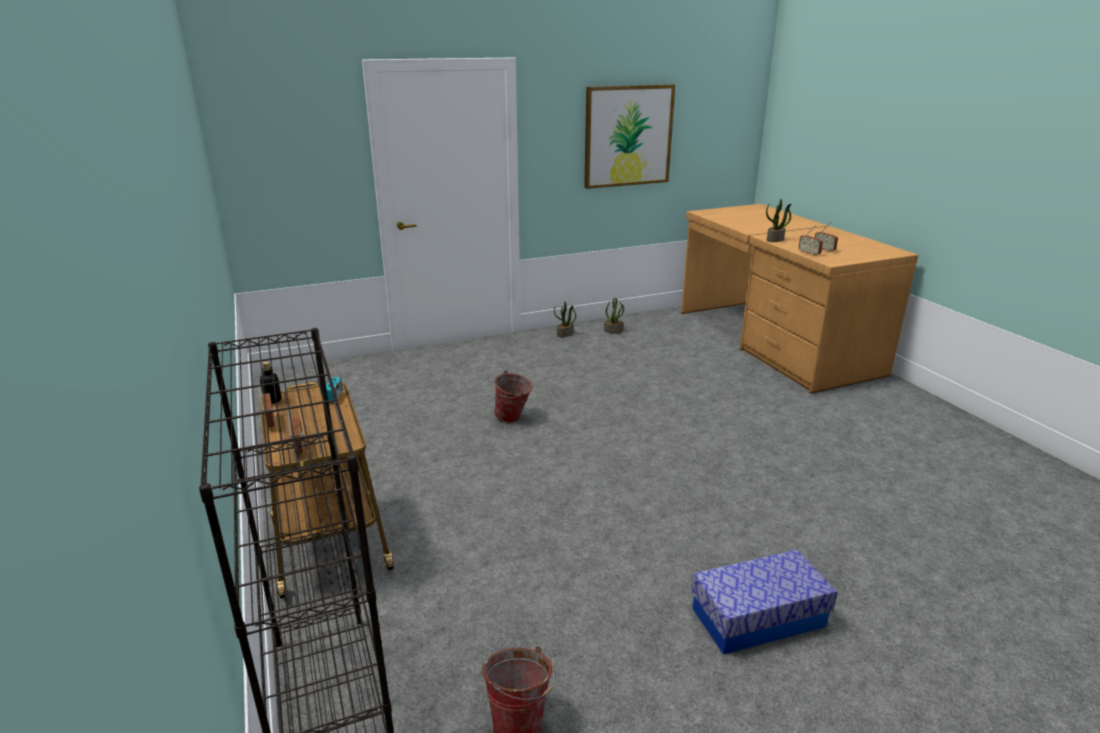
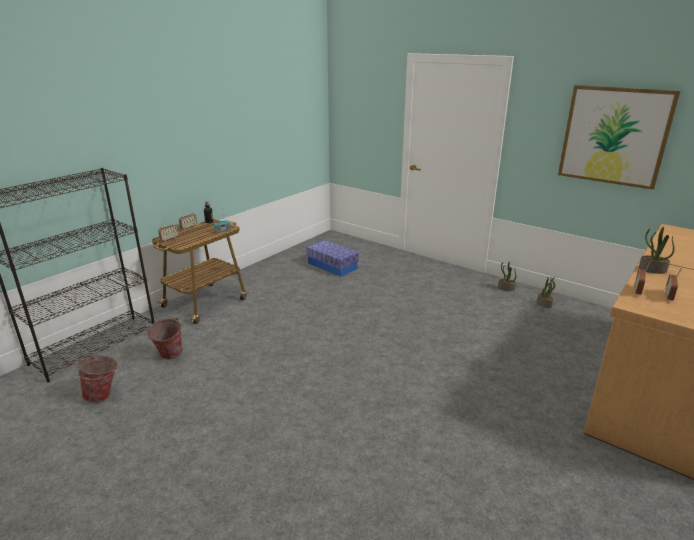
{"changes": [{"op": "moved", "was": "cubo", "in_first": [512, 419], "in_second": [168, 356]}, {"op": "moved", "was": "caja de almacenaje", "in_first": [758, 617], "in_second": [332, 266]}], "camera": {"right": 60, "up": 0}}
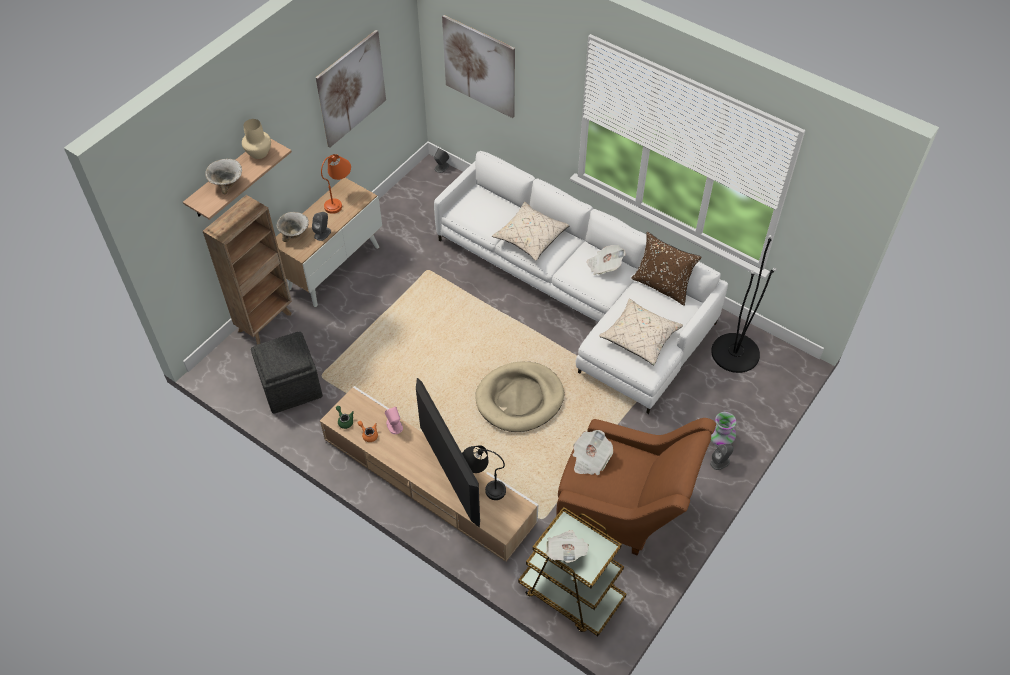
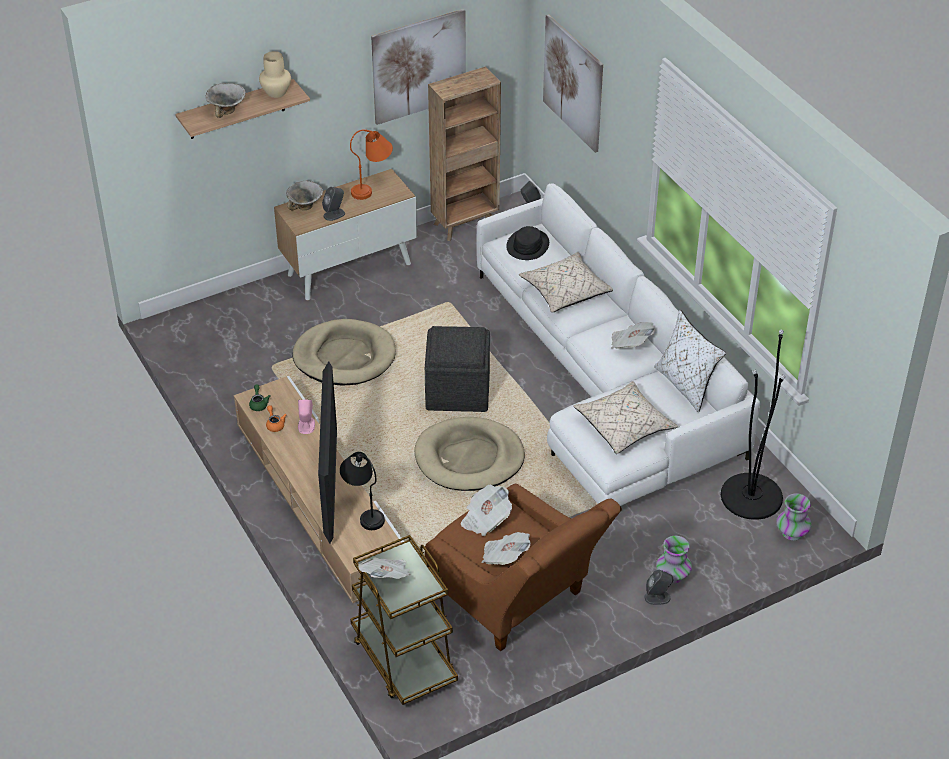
{"changes": [{"op": "added", "now": "cama para perro (beis)", "in_second": [344, 356]}, {"op": "moved", "was": "puf (gris)", "in_first": [291, 386], "in_second": [458, 391]}, {"op": "moved", "was": "estantería (marrón)", "in_first": [266, 321], "in_second": [465, 224]}, {"op": "added", "now": "periódico", "in_second": [504, 557]}, {"op": "added", "now": "sombrero (negro)", "in_second": [528, 245]}, {"op": "recoloured", "was": "cojín (marrón)", "now": "cojín (blanco)", "in_first": [662, 286], "in_second": [686, 385]}, {"op": "added", "now": "florero", "in_second": [792, 533]}], "camera": {"right": 25, "up": -10}}
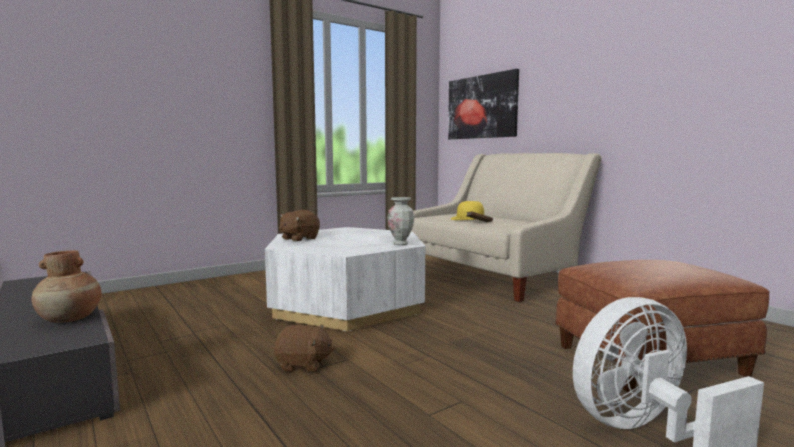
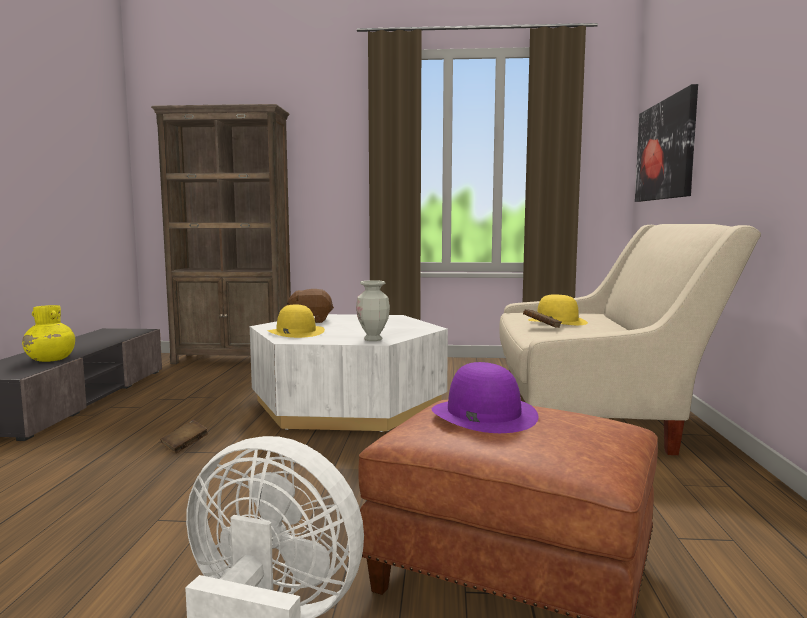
{"changes": [{"op": "recoloured", "was": "florero (marrón)", "now": "florero (amarillo)", "in_first": [70, 319], "in_second": [50, 360]}, {"op": "added", "now": "estantería (marrón)", "in_second": [233, 360]}, {"op": "replaced", "was": "peluche (marrón)", "now": "libro (marrón)", "in_first": [303, 365], "in_second": [185, 446]}, {"op": "added", "now": "sombrero (amarillo)", "in_second": [296, 332]}, {"op": "added", "now": "sombrero (morado)", "in_second": [483, 414]}], "camera": {"right": 40, "up": 0}}
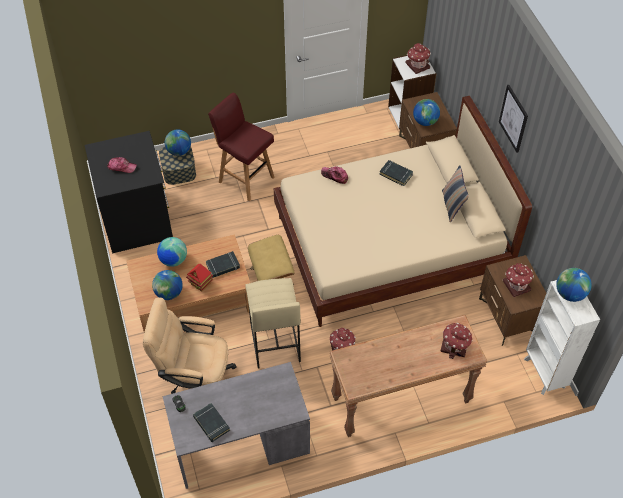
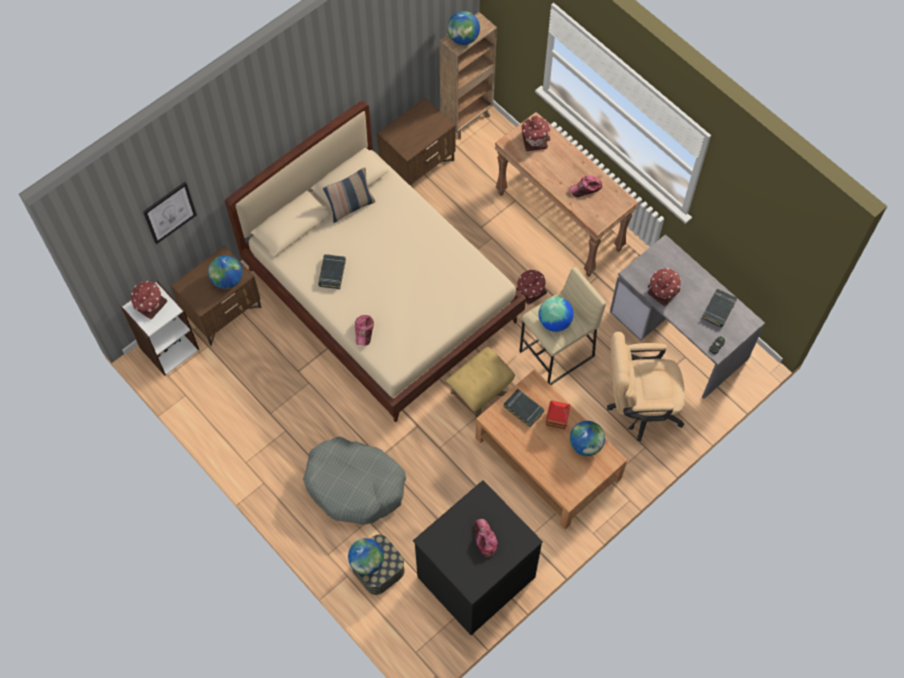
{"changes": [{"op": "moved", "was": "cuadro", "in_first": [513, 118], "in_second": [169, 212]}, {"op": "replaced", "was": "taburete (rojo)", "now": "cama para perro (gris)", "in_first": [245, 179], "in_second": [355, 485]}, {"op": "recoloured", "was": "estantería (blanco)", "now": "estantería (marrón)", "in_first": [544, 374], "in_second": [467, 119]}, {"op": "moved", "was": "globo terráqueo", "in_first": [173, 260], "in_second": [555, 322]}, {"op": "added", "now": "gorra", "in_second": [586, 188]}, {"op": "turned", "was": "silla de oficina (beis)", "in_first": [195, 379], "in_second": [638, 407], "clockwise": 105}, {"op": "moved", "was": "casita", "in_first": [516, 285], "in_second": [662, 292]}], "camera": {"right": -115, "up": 10}}
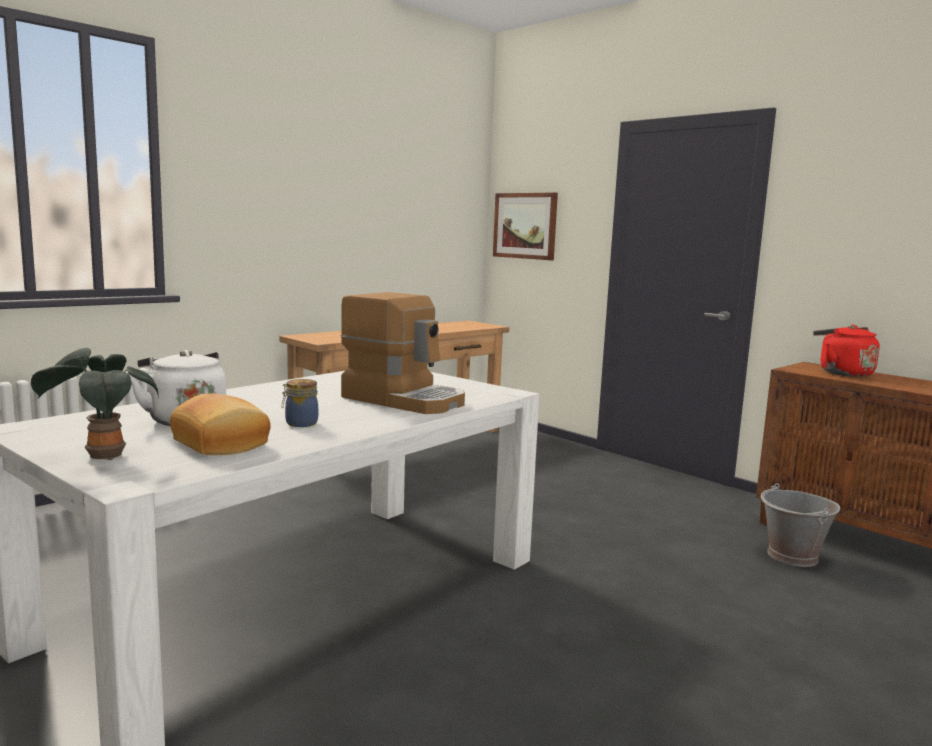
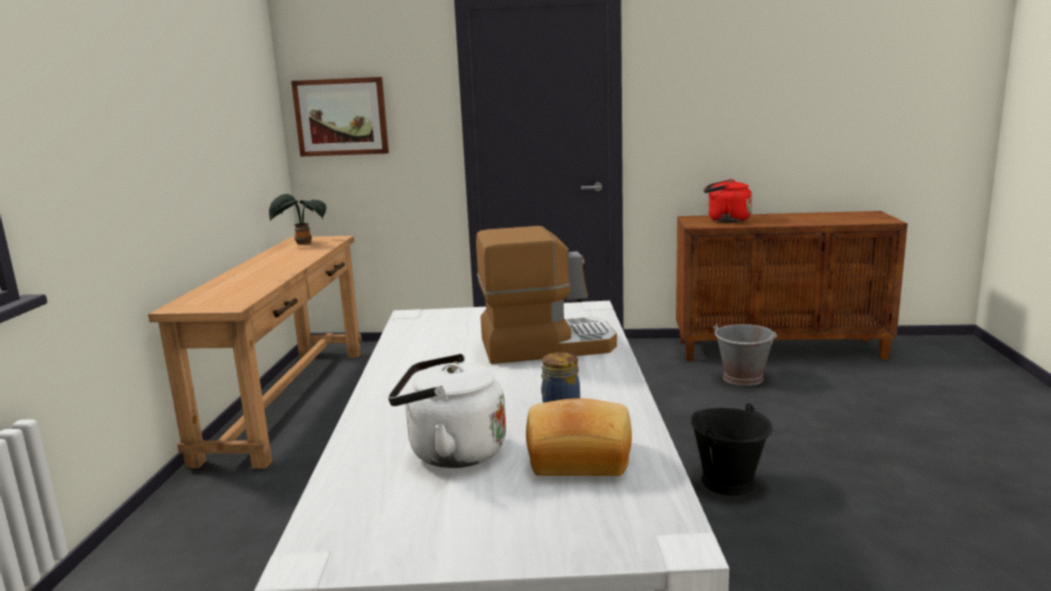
{"changes": [{"op": "moved", "was": "planta en maceta", "in_first": [101, 456], "in_second": [301, 243]}, {"op": "added", "now": "cubo (negro)", "in_second": [728, 481]}], "camera": {"right": -40, "up": 5}}
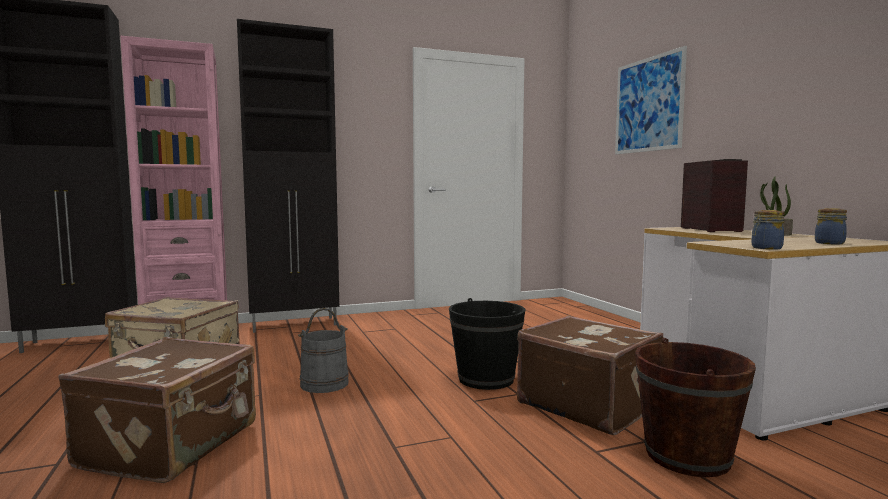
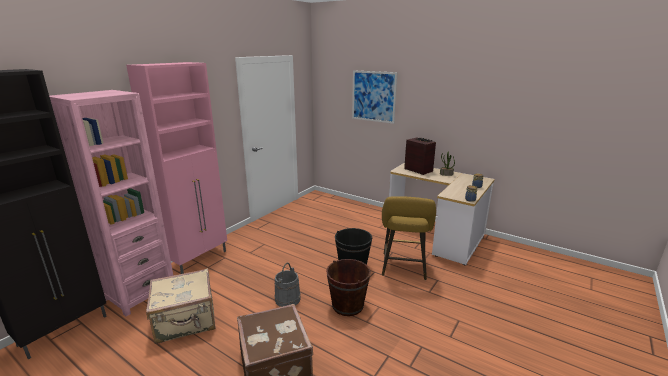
{"changes": [{"op": "recoloured", "was": "armario (negro)", "now": "armario (rosa)", "in_first": [295, 324], "in_second": [199, 259]}, {"op": "moved", "was": "cubo (marrón)", "in_first": [687, 456], "in_second": [347, 305]}, {"op": "replaced", "was": "maleta (marrón)", "now": "taburete (amarillo)", "in_first": [587, 404], "in_second": [403, 268]}], "camera": {"right": -35, "up": 15}}
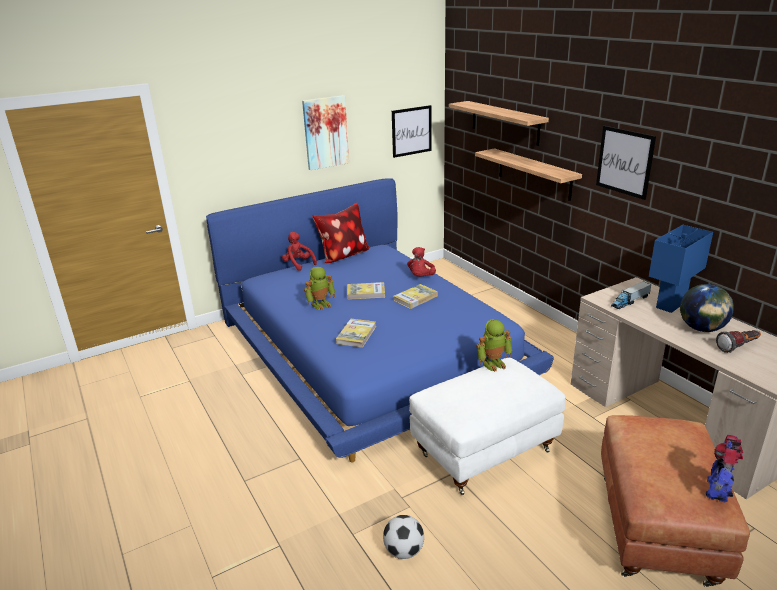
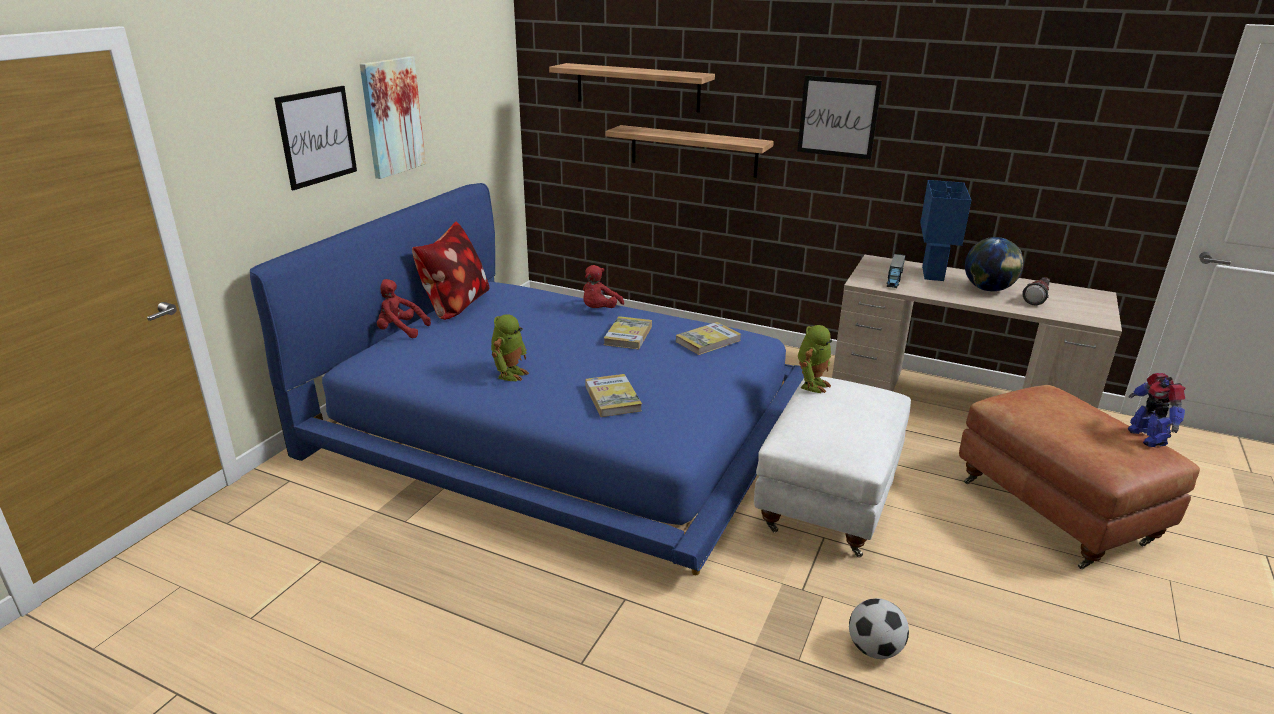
{"changes": [{"op": "moved", "was": "cuadro", "in_first": [411, 131], "in_second": [317, 136]}, {"op": "turned", "was": "peluche (rojo)", "in_first": [421, 277], "in_second": [599, 310], "clockwise": 45}, {"op": "moved", "was": "libro", "in_first": [366, 293], "in_second": [708, 341]}], "camera": {"right": -35, "up": 0}}
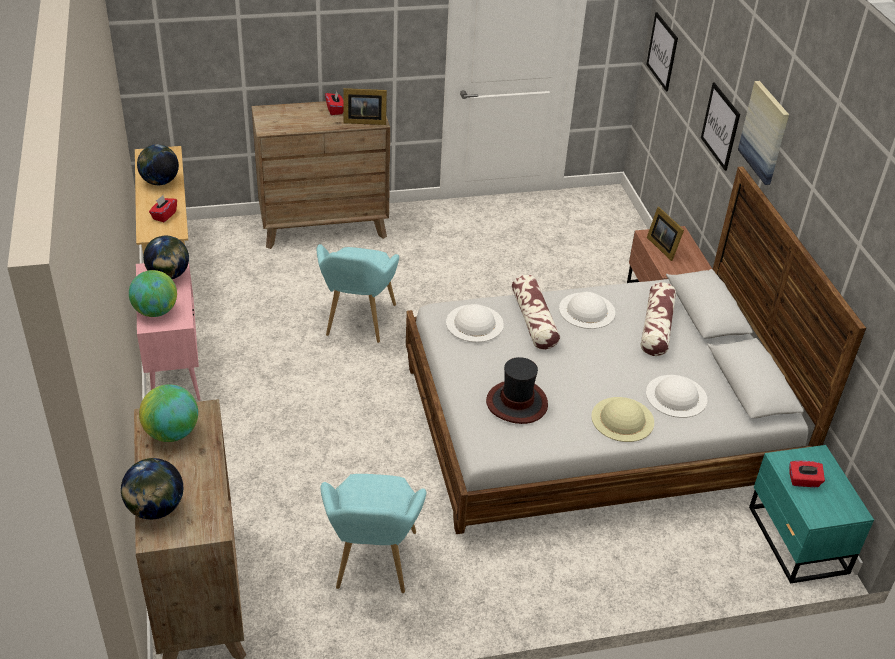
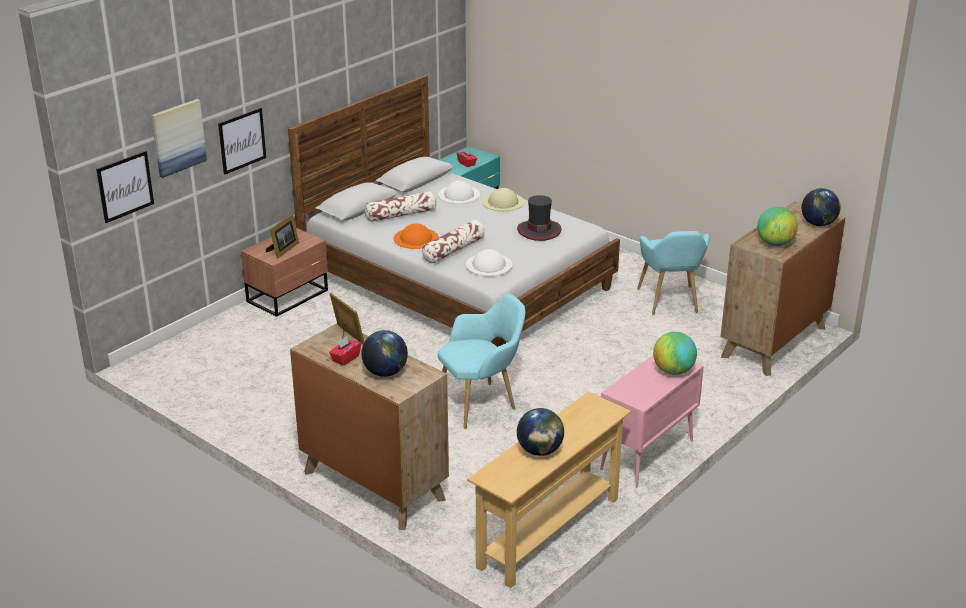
{"changes": [{"op": "moved", "was": "cuadro", "in_first": [764, 132], "in_second": [178, 137]}, {"op": "moved", "was": "globo terráqueo", "in_first": [168, 275], "in_second": [385, 373]}, {"op": "recoloured", "was": "sombrero (blanco)", "now": "sombrero (naranja)", "in_first": [586, 310], "in_second": [416, 238]}, {"op": "turned", "was": "sillón (turquesa)", "in_first": [372, 565], "in_second": [670, 303], "clockwise": 120}, {"op": "removed", "was": "caja de pañuelos (rojo)", "in_first": [164, 215]}], "camera": {"right": -125, "up": -10}}
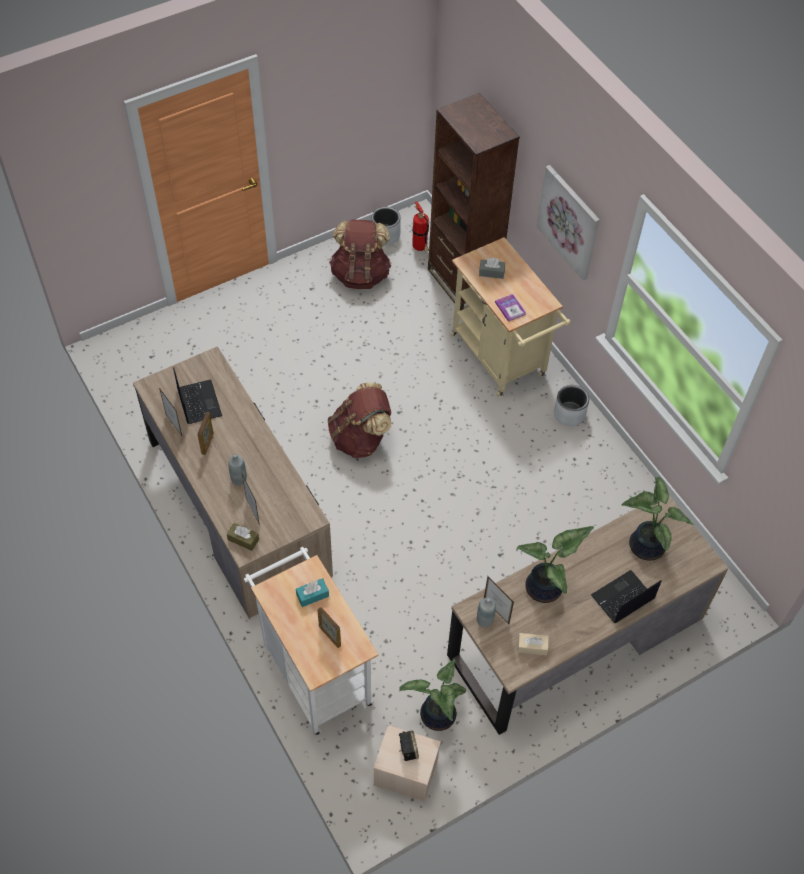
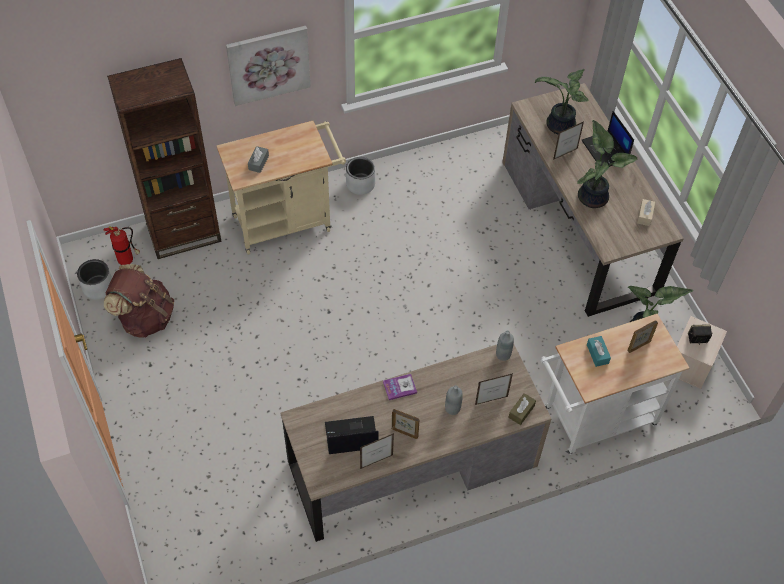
{"changes": [{"op": "moved", "was": "libro", "in_first": [510, 308], "in_second": [399, 387]}, {"op": "moved", "was": "botella (gris)", "in_first": [484, 620], "in_second": [503, 355]}, {"op": "moved", "was": "portarretratos", "in_first": [496, 611], "in_second": [565, 154]}, {"op": "removed", "was": "mochila (marrón)", "in_first": [360, 438]}], "camera": {"right": -80, "up": 0}}
